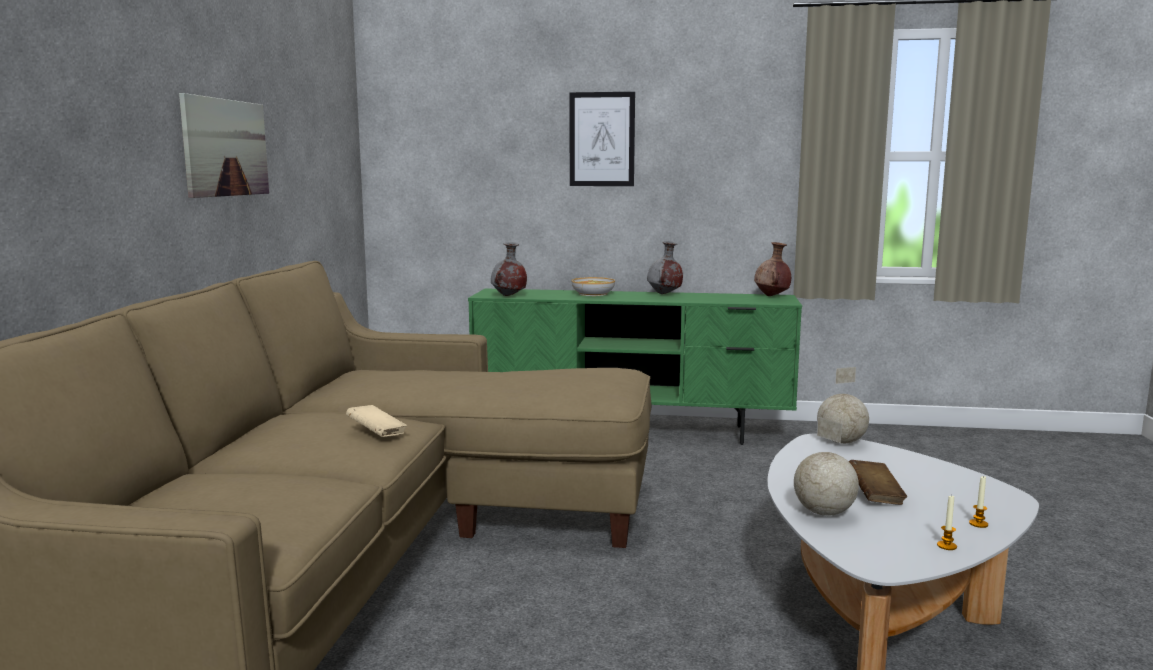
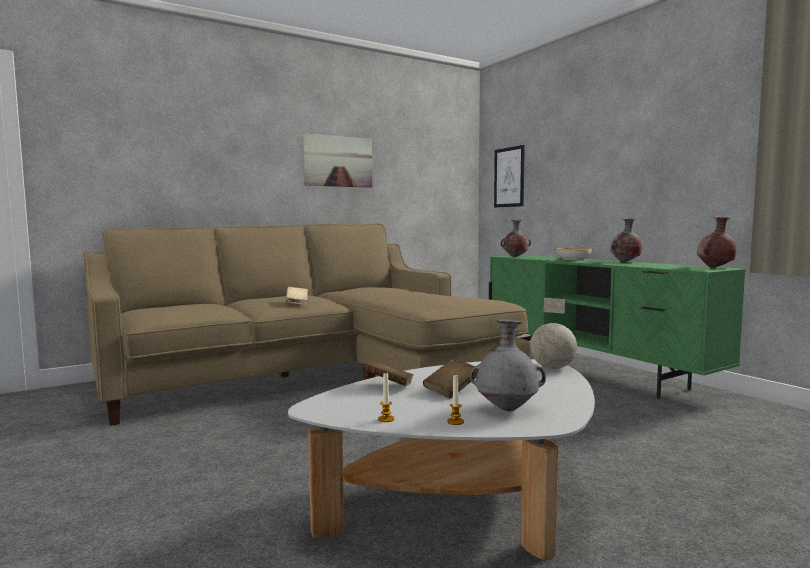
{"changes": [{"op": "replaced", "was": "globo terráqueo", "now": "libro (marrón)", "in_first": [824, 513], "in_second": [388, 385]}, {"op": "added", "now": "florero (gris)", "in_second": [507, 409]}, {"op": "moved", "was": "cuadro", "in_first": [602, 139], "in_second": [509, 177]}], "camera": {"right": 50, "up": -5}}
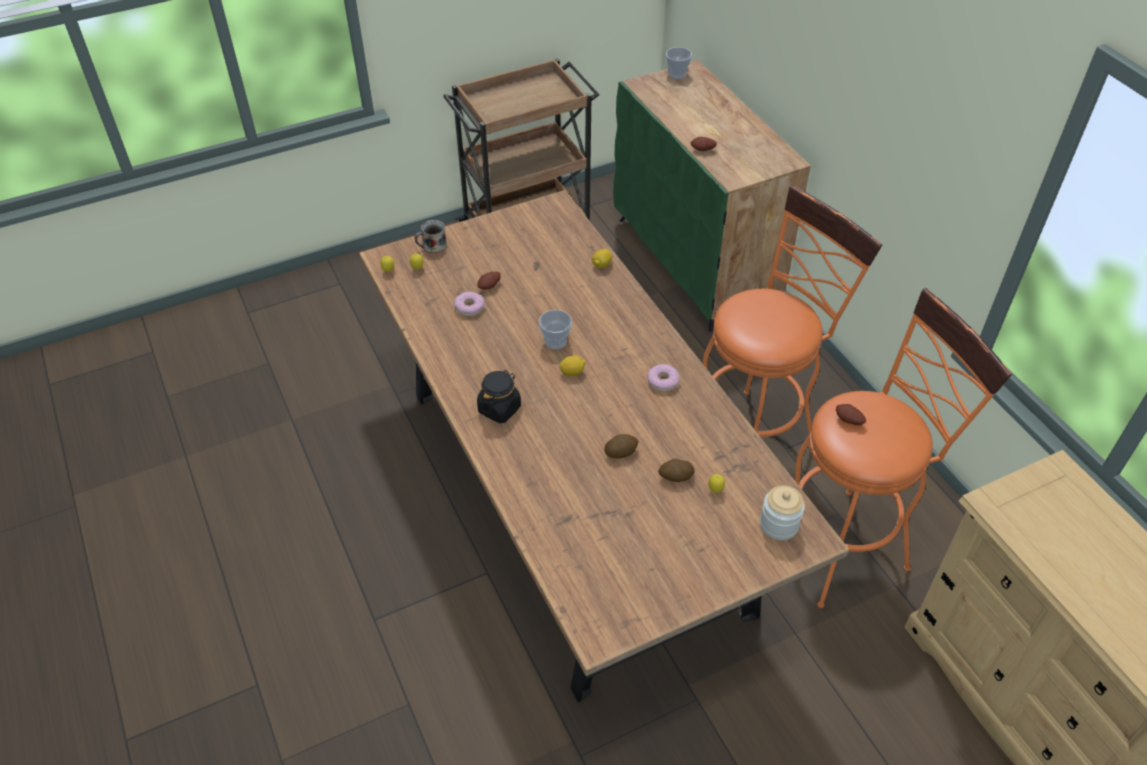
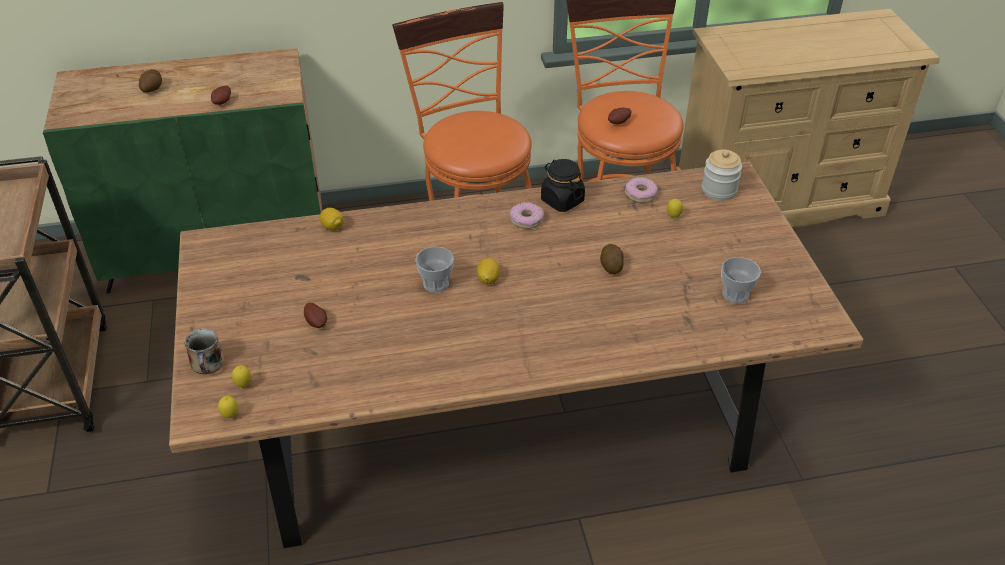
{"changes": [{"op": "moved", "was": "patata", "in_first": [675, 477], "in_second": [152, 89]}, {"op": "moved", "was": "tarro (negro)", "in_first": [499, 408], "in_second": [562, 200]}, {"op": "moved", "was": "rosquilla", "in_first": [469, 307], "in_second": [640, 194]}, {"op": "moved", "was": "taza", "in_first": [677, 74], "in_second": [735, 294]}], "camera": {"right": -75, "up": -5}}
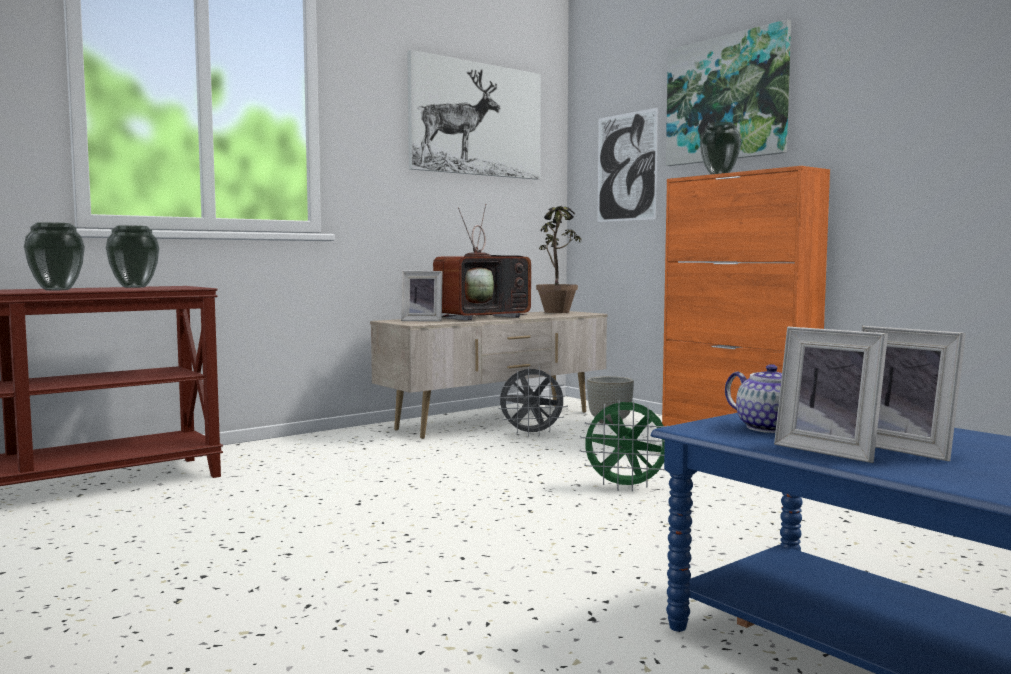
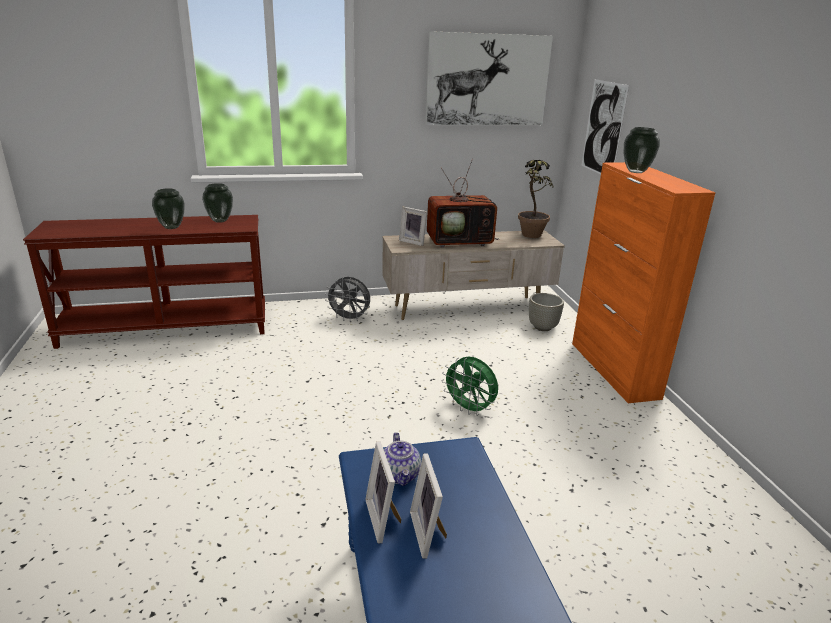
{"changes": [{"op": "moved", "was": "ventilador (gris)", "in_first": [531, 434], "in_second": [349, 319]}, {"op": "removed", "was": "cuadro", "in_first": [726, 99]}], "camera": {"right": 25, "up": 20}}
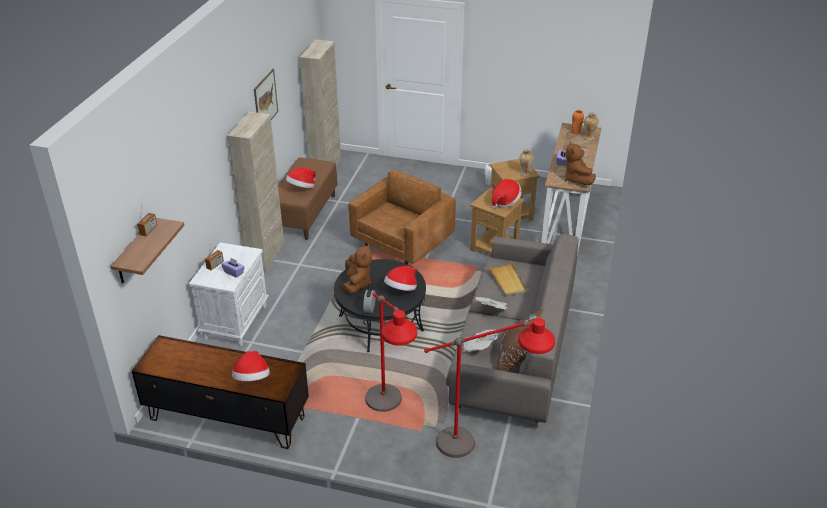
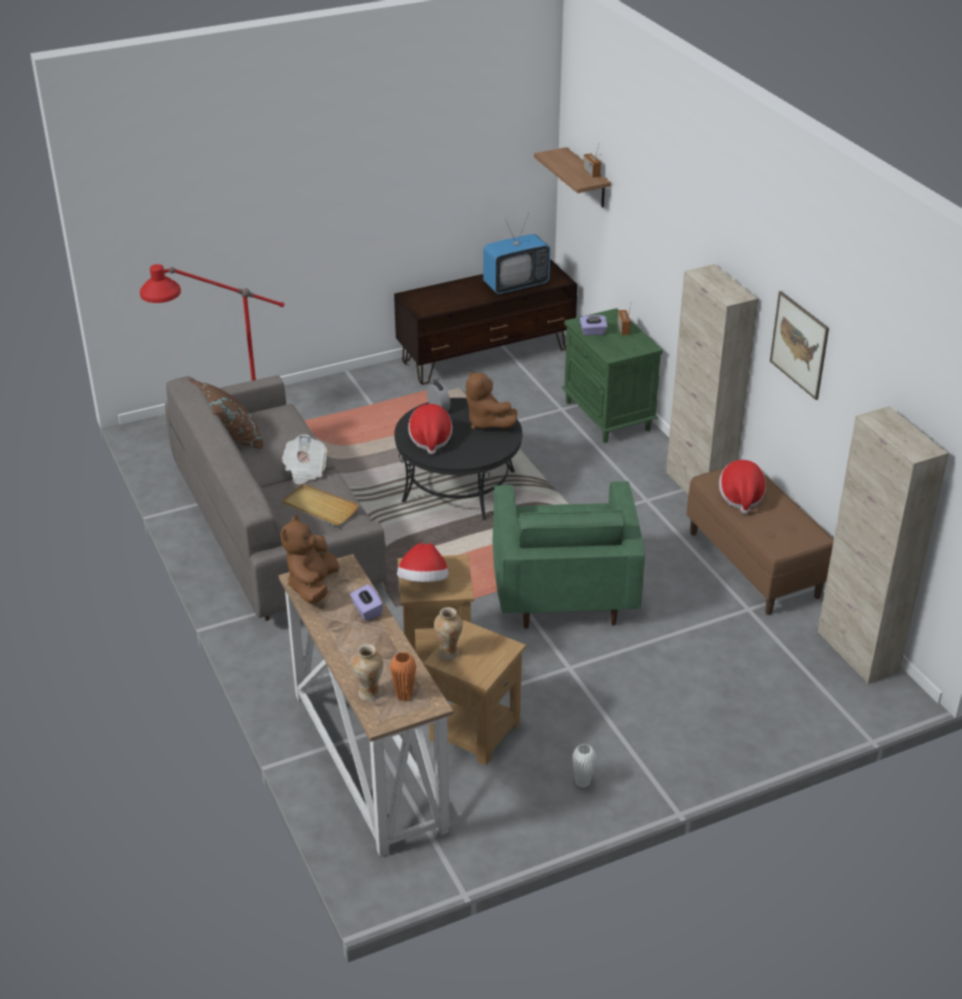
{"changes": [{"op": "turned", "was": "peluche (marrón)", "in_first": [577, 179], "in_second": [312, 586], "clockwise": -120}, {"op": "added", "now": "televisor", "in_second": [515, 285]}, {"op": "recoloured", "was": "sillón (marrón)", "now": "sillón (verde)", "in_first": [403, 245], "in_second": [563, 590]}, {"op": "recoloured", "was": "mesita de noche (blanco)", "now": "mesita de noche (verde)", "in_first": [235, 321], "in_second": [608, 416]}, {"op": "removed", "was": "sombrero", "in_first": [252, 379]}, {"op": "removed", "was": "lámpara de pie (rojo)", "in_first": [390, 417]}, {"op": "removed", "was": "periódico", "in_first": [478, 347]}], "camera": {"right": 140, "up": 0}}
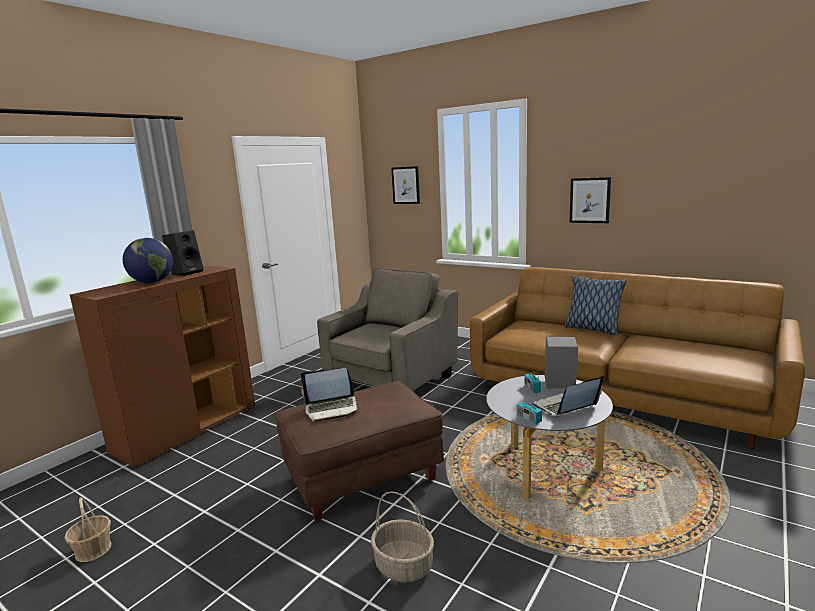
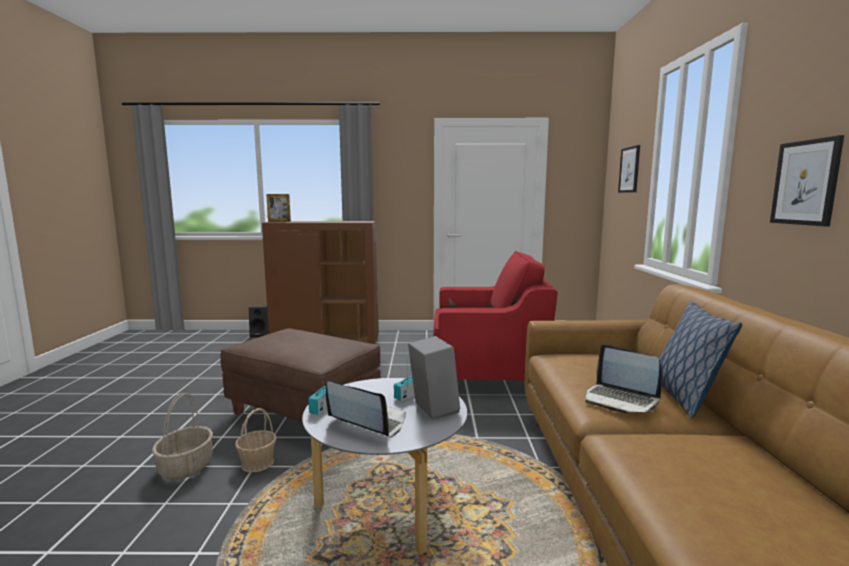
{"changes": [{"op": "moved", "was": "cesta", "in_first": [93, 550], "in_second": [257, 463]}, {"op": "moved", "was": "altavoz (negro)", "in_first": [186, 273], "in_second": [261, 334]}, {"op": "added", "now": "portarretratos", "in_second": [279, 221]}, {"op": "recoloured", "was": "sillón (gris)", "now": "sillón (rojo)", "in_first": [392, 380], "in_second": [486, 372]}, {"op": "moved", "was": "portátil", "in_first": [332, 409], "in_second": [620, 400]}, {"op": "removed", "was": "globo terráqueo", "in_first": [152, 282]}], "camera": {"right": 55, "up": -5}}
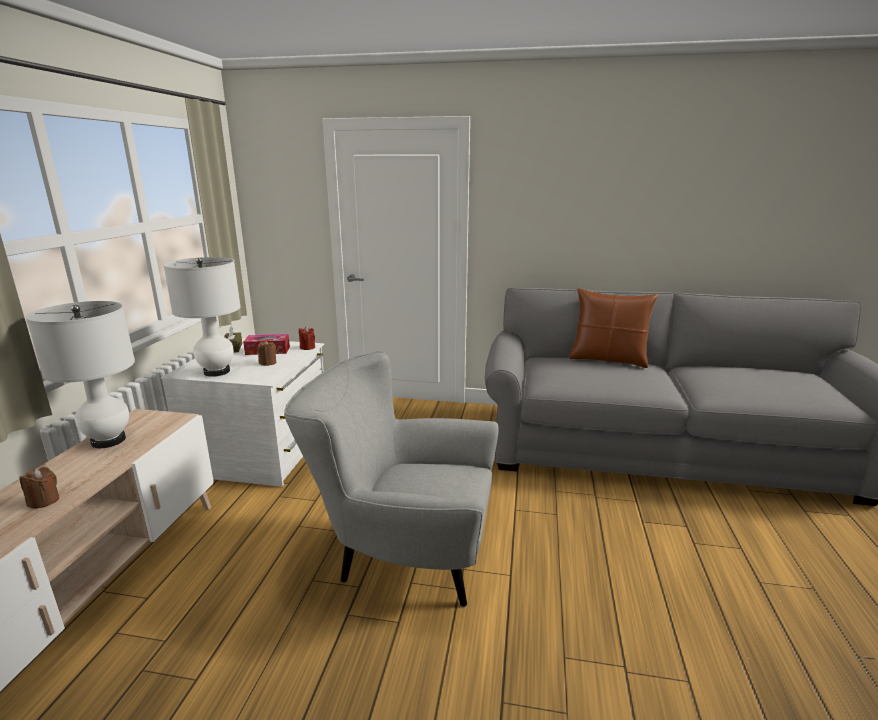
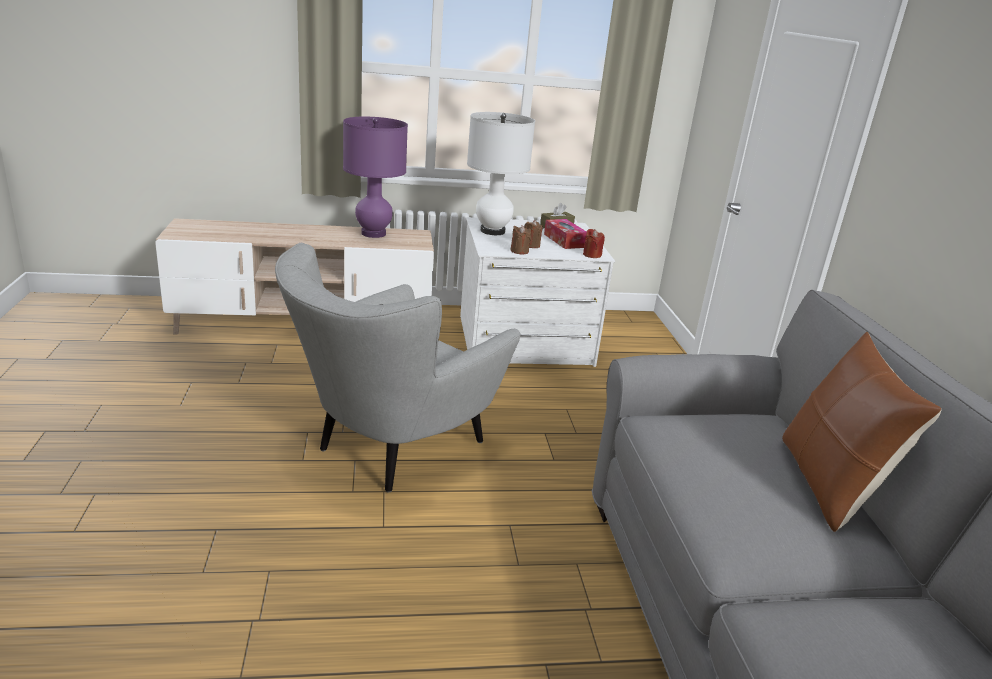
{"changes": [{"op": "turned", "was": "sillón (gris)", "in_first": [402, 556], "in_second": [391, 449], "clockwise": -135}, {"op": "recoloured", "was": "lámpara de mesa (blanco)", "now": "lámpara de mesa (morado)", "in_first": [108, 441], "in_second": [373, 233]}, {"op": "moved", "was": "vela (marrón)", "in_first": [44, 501], "in_second": [519, 251]}], "camera": {"right": 70, "up": 5}}
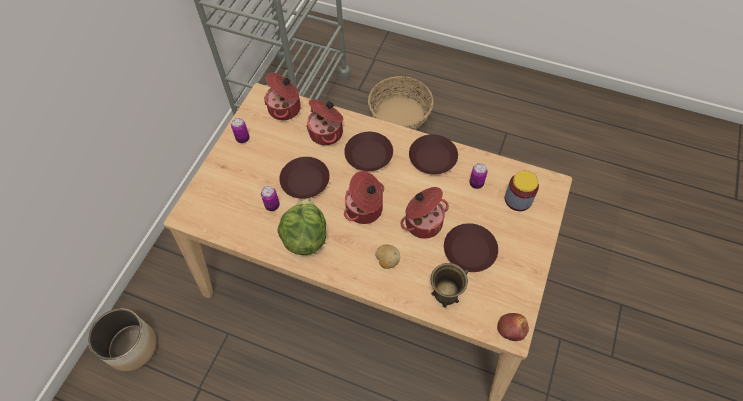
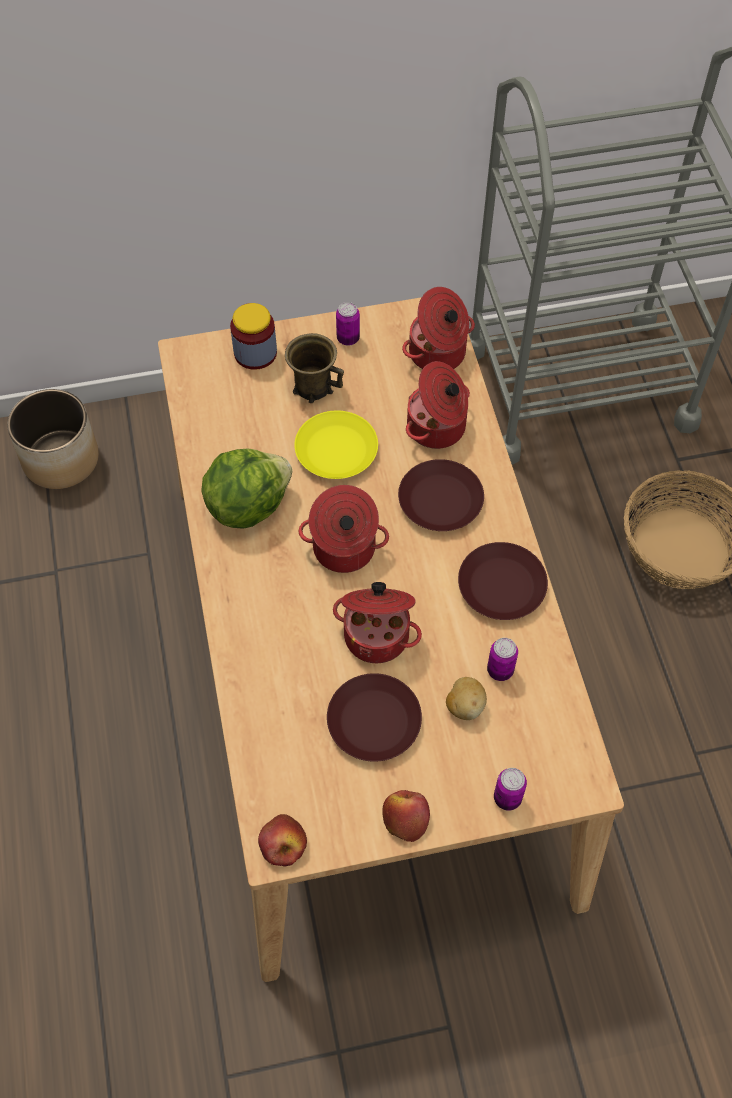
{"changes": [{"op": "moved", "was": "tarro", "in_first": [518, 199], "in_second": [255, 353]}, {"op": "moved", "was": "taza grande (marrón)", "in_first": [445, 293], "in_second": [313, 386]}, {"op": "recoloured", "was": "plato (marrón)", "now": "plato (amarillo)", "in_first": [305, 181], "in_second": [336, 451]}, {"op": "added", "now": "manzana", "in_second": [405, 817]}, {"op": "moved", "was": "patata", "in_first": [387, 261], "in_second": [464, 706]}, {"op": "moved", "was": "lata", "in_first": [272, 205], "in_second": [507, 798]}], "camera": {"right": 55, "up": 0}}
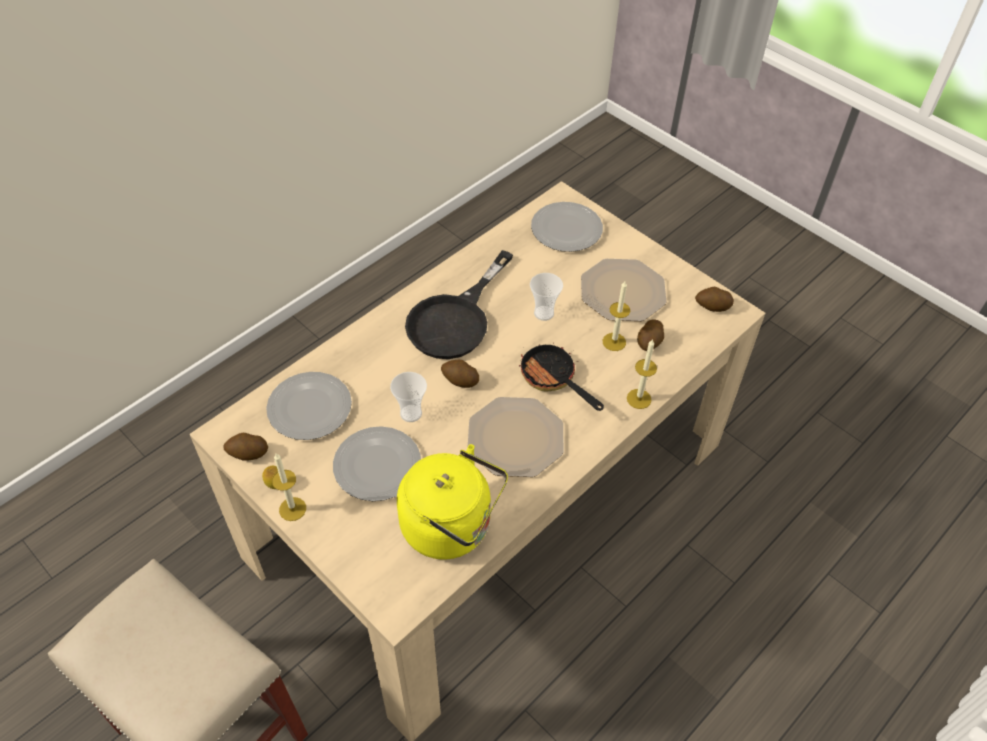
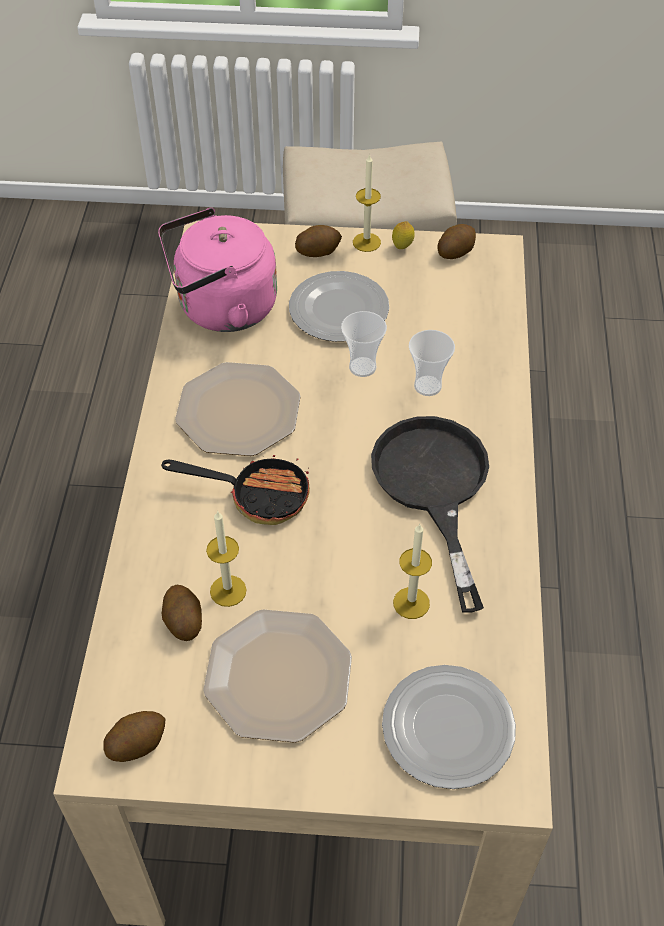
{"changes": [{"op": "recoloured", "was": "hervidor (amarillo)", "now": "hervidor (rosa)", "in_first": [452, 527], "in_second": [221, 308]}, {"op": "moved", "was": "patata", "in_first": [460, 381], "in_second": [318, 251]}, {"op": "moved", "was": "vela", "in_first": [639, 399], "in_second": [411, 603]}, {"op": "moved", "was": "taza", "in_first": [544, 313], "in_second": [427, 386]}, {"op": "removed", "was": "plato", "in_first": [309, 408]}], "camera": {"right": 140, "up": 0}}
